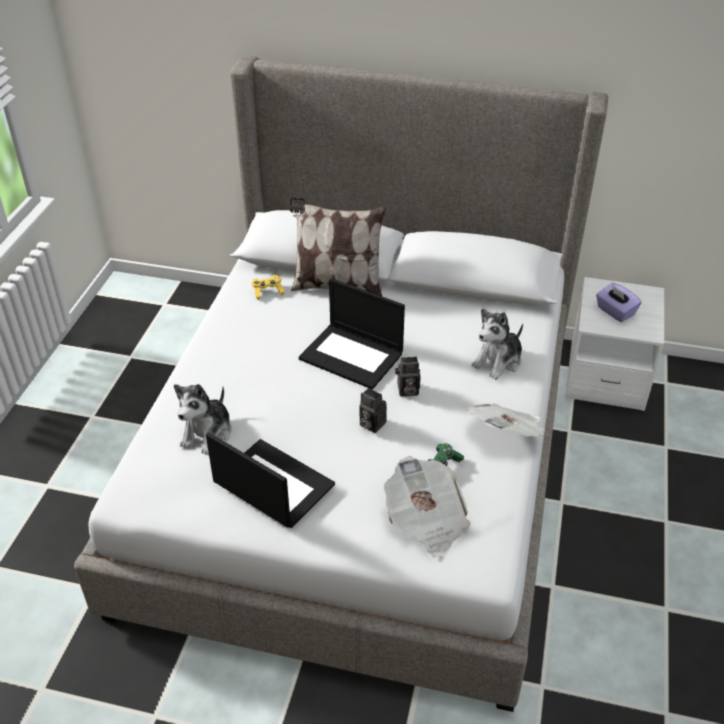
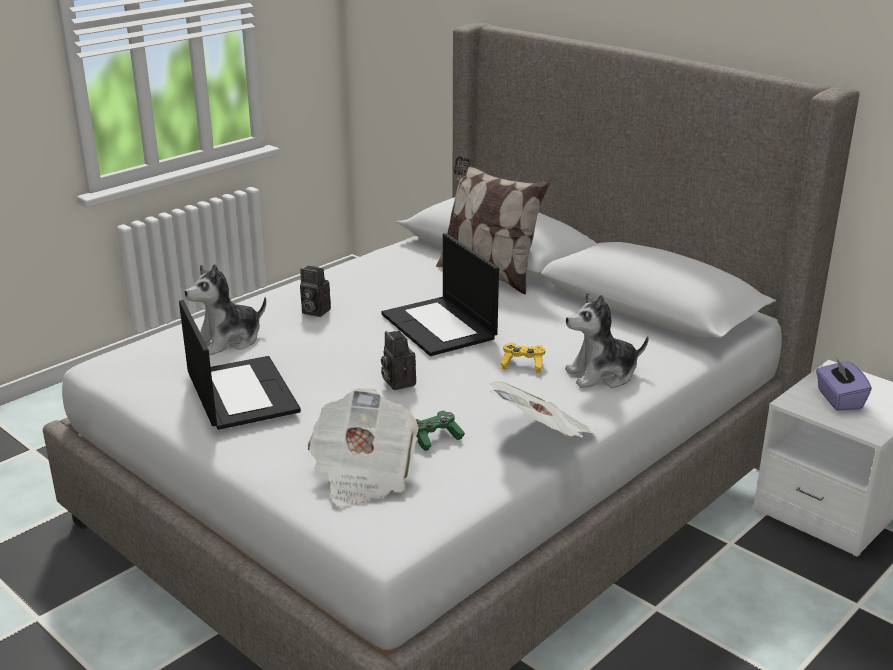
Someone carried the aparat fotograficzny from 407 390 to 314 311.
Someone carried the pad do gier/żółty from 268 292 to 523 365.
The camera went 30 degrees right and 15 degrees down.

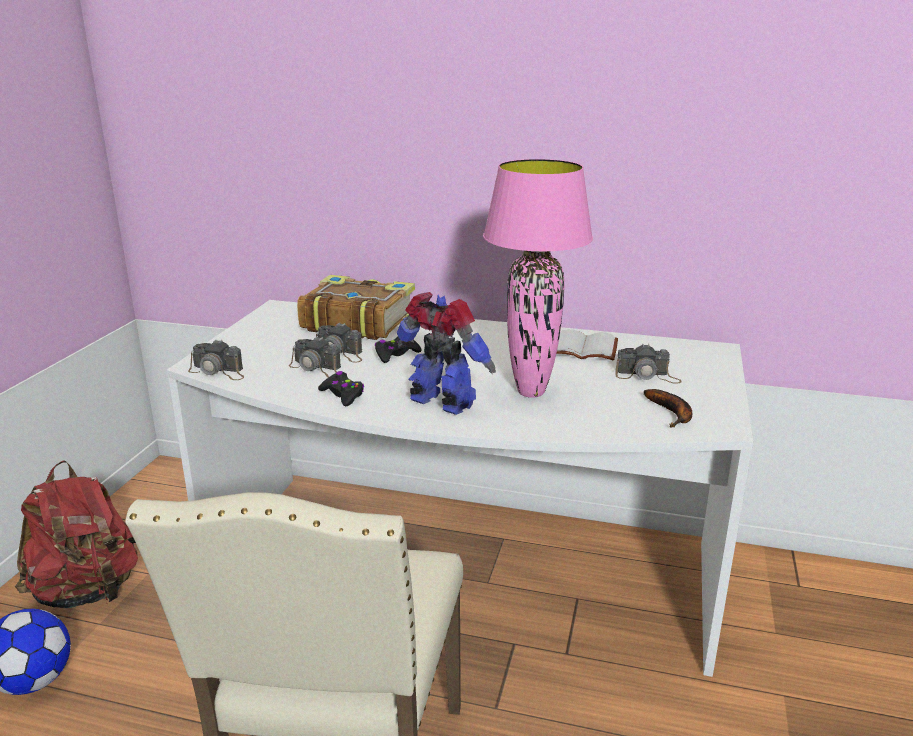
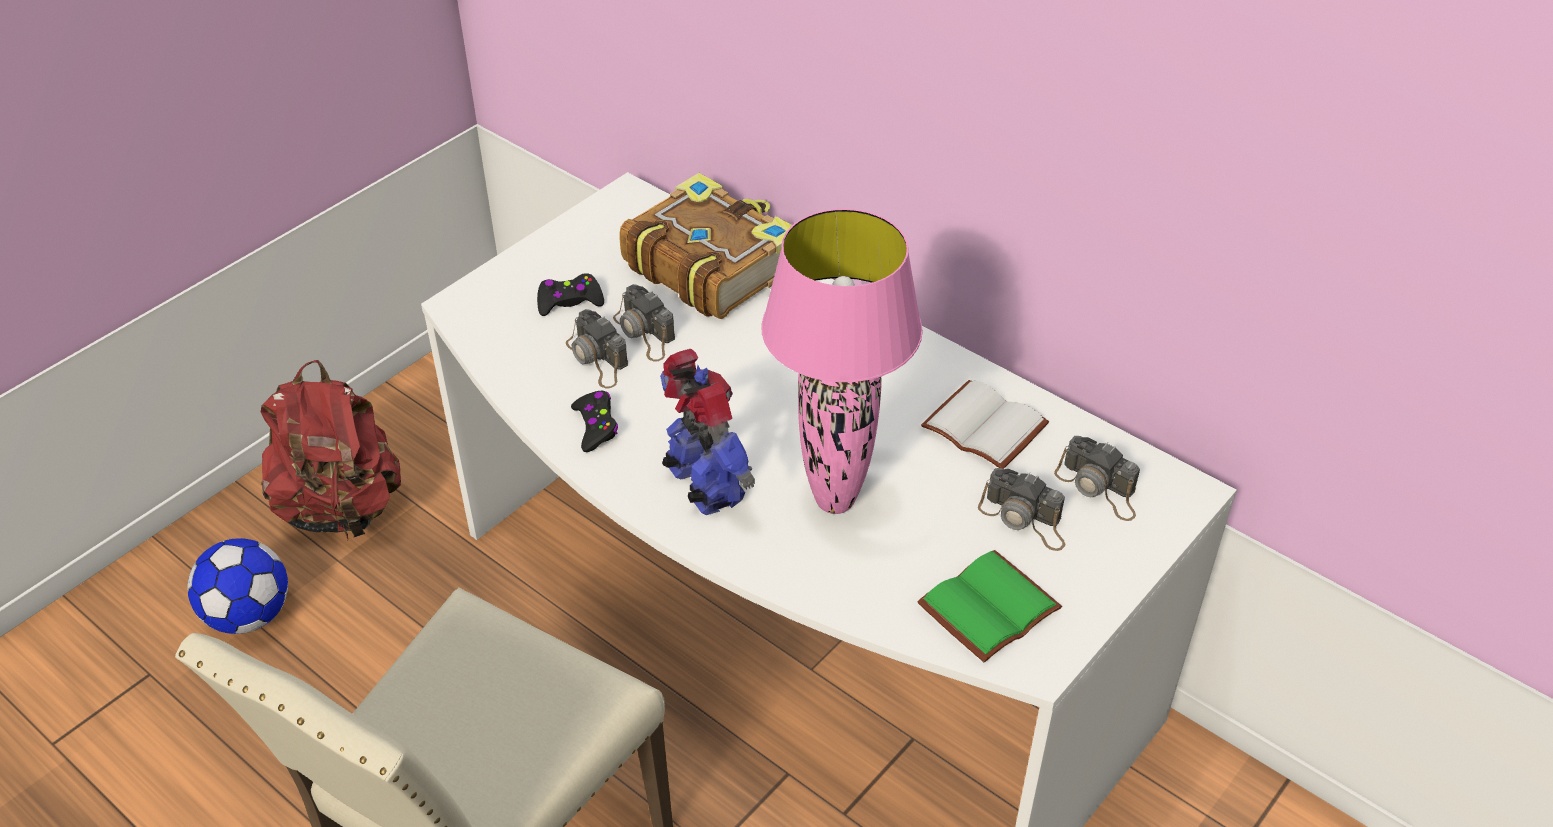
Someone carried the pad do gier/czarny from 396 354 to 569 301.
Someone swapped the banan at 672 413 for the książka/zielony at 990 610.
Someone carried the aparat fotograficzny from 218 371 to 1099 488.
The camera went 25 degrees right and 20 degrees up.

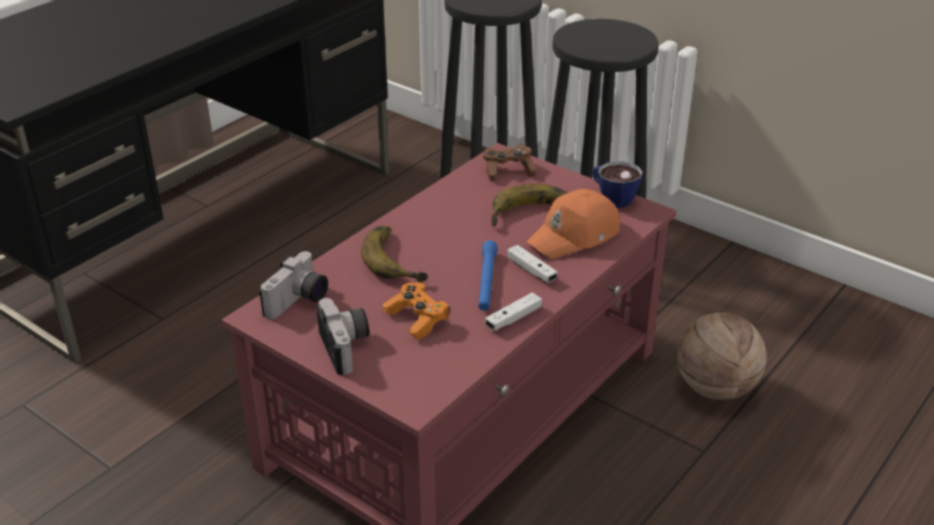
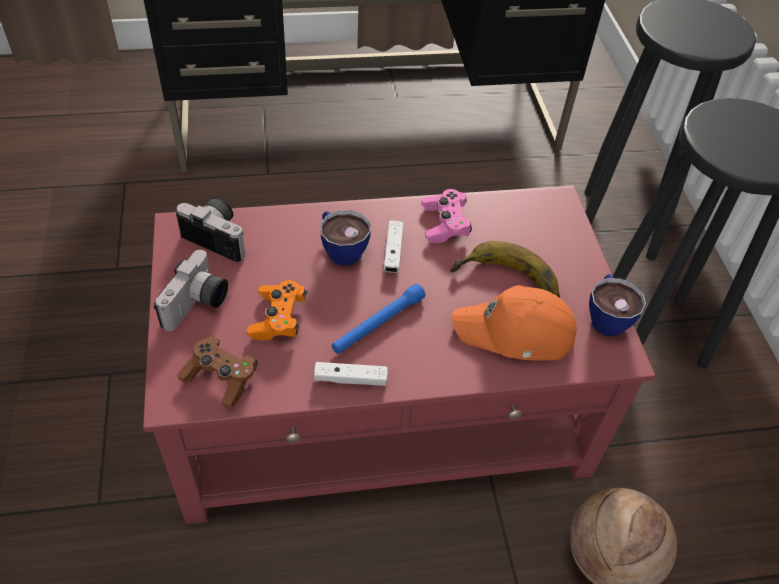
Someone rotated the aparat fotograficzny at 299 302 by 135 degrees counterclockwise.
Someone carried the pad do gier/brązowy from 508 171 to 220 378.
Someone swapped the banan at 399 258 for the filiżanka at 340 249.
Someone carried the pad do gier/biały from 531 270 to 393 252.
Someone put down the pad do gier/różowy at 444 224.
The camera went 40 degrees right and 15 degrees up.

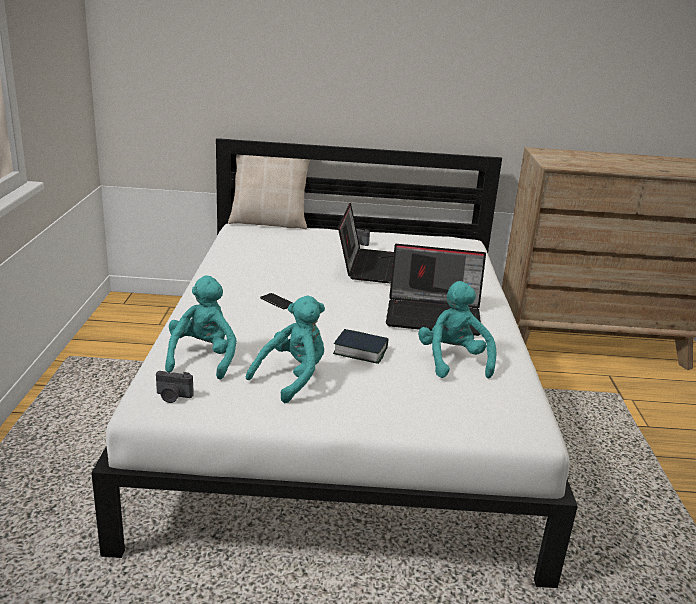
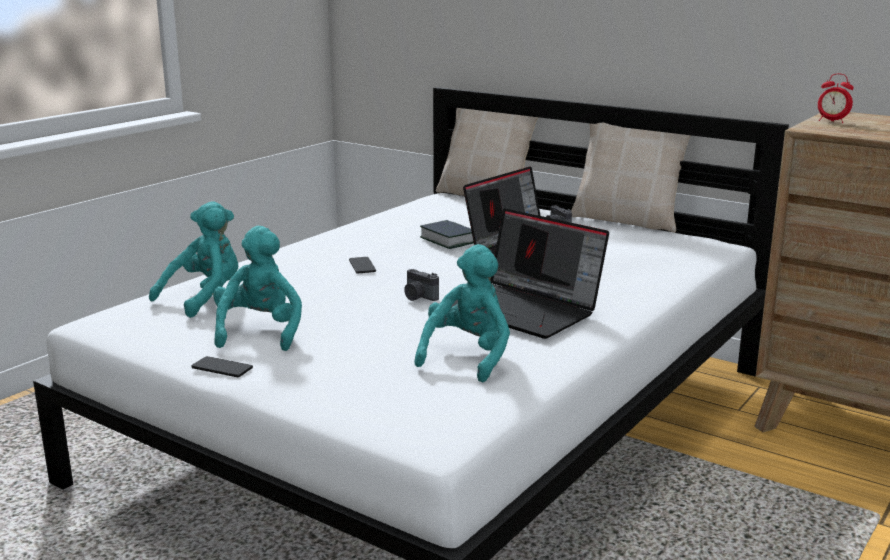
Someone put down the telefon at 222 368.
Someone rotated the pluszak/turkusowy at 292 378 by 75 degrees counterclockwise.
Someone carried the aparat fotograficzny from 173 397 to 418 297.
Someone carried the książka from 360 351 to 448 240.
Someone put down the poduszka/beżowy at 627 220.
Someone put down the budzik at 832 121.
The camera went 35 degrees right and 5 degrees down.

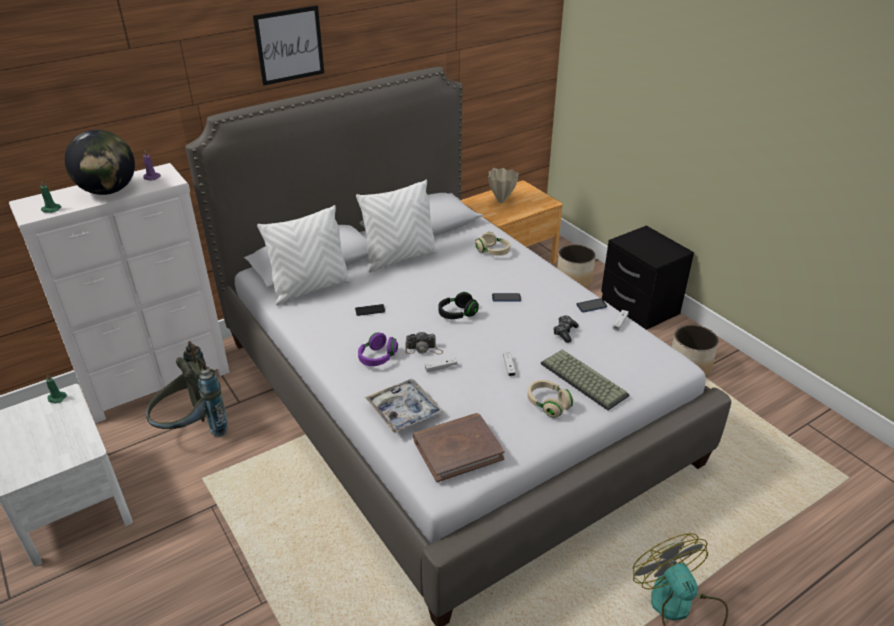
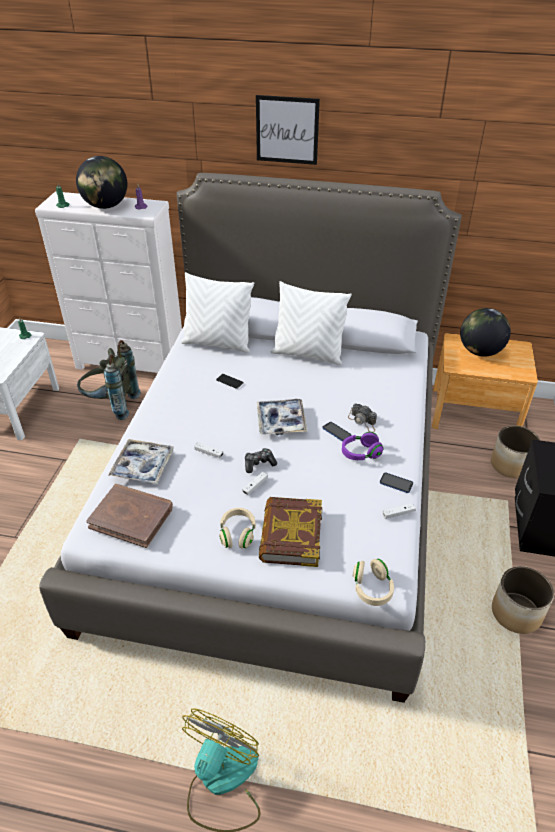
Someone carried the pad do gier from 565 332 to 259 464.
Someone swapped the słuchawki/czarny at 457 314 for the taca at 281 421.
Someone swapped the klawiatura at 581 380 for the książka at 291 535.
Someone carried the słuchawki/fioletowy from 377 358 to 360 453.
Someone carried the aparat fotograficzny from 424 349 to 363 422.
Someone carried the słuchawki/beżowy from 493 252 to 372 588.
Someone swapped the wazon/beżowy at 501 201 for the globus at 480 351.
The camera went 45 degrees right and 5 degrees up.

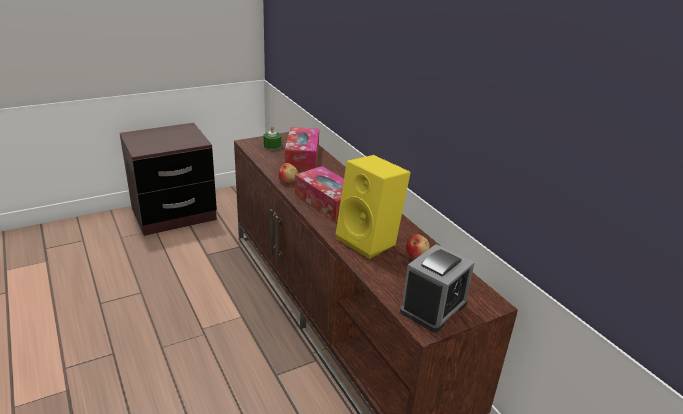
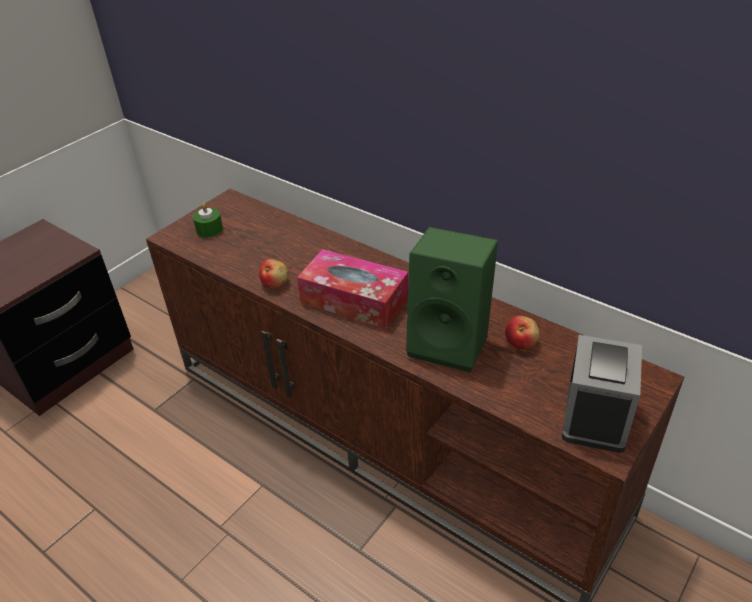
Someone repainted the głośnik/żółty at 370 241, which became the głośnik/zielony at 451 342.
Someone took away the pudełko chusteczek at 302 156.
The camera went 20 degrees left and 10 degrees up.

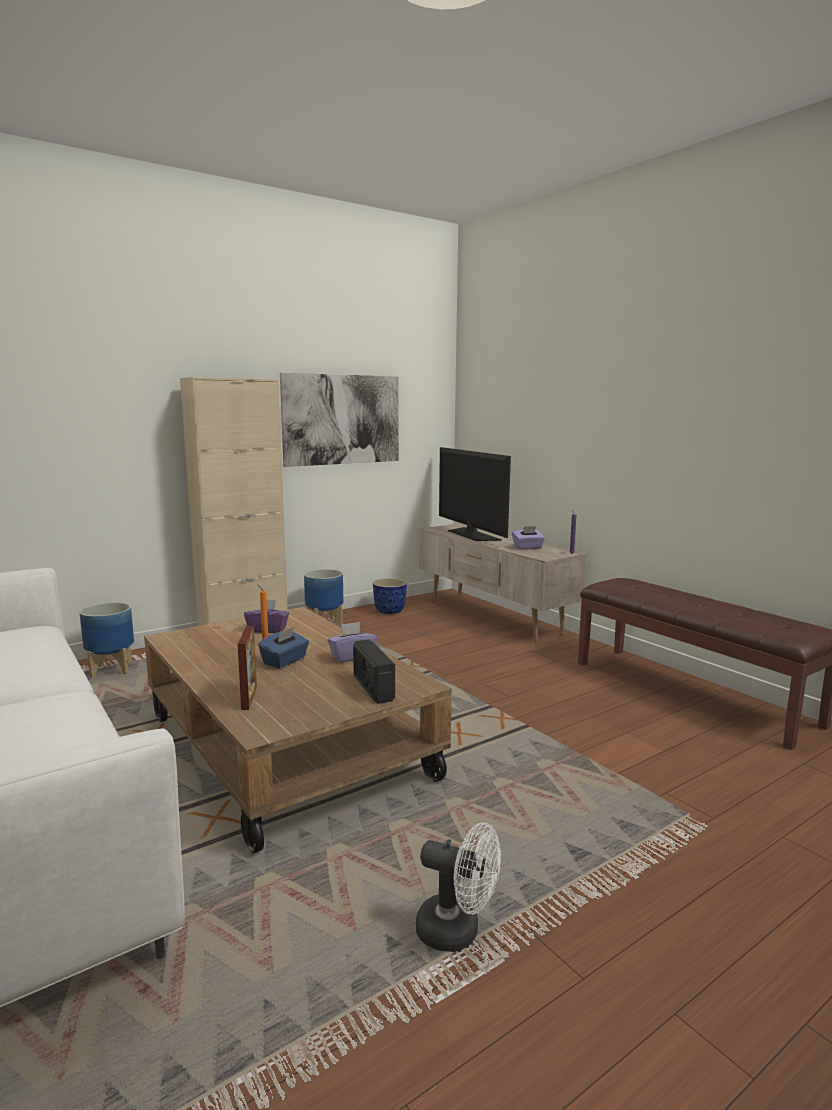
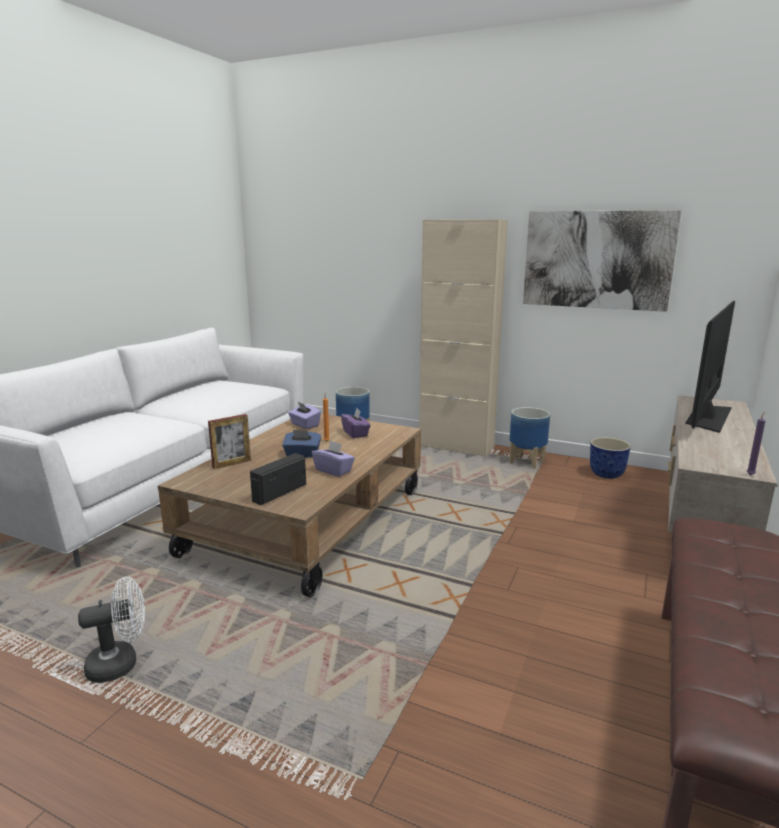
Someone rotated the wentylator/biały at 458 932 by 105 degrees counterclockwise.
Someone carried the pudełko chusteczek/fioletowy from 528 547 to 304 425.
The camera went 60 degrees right and 5 degrees up.

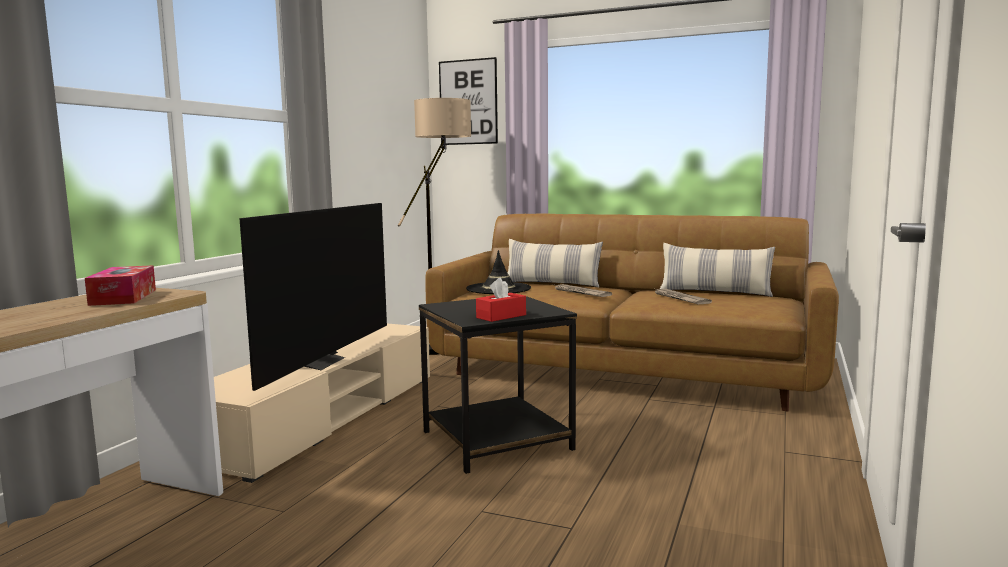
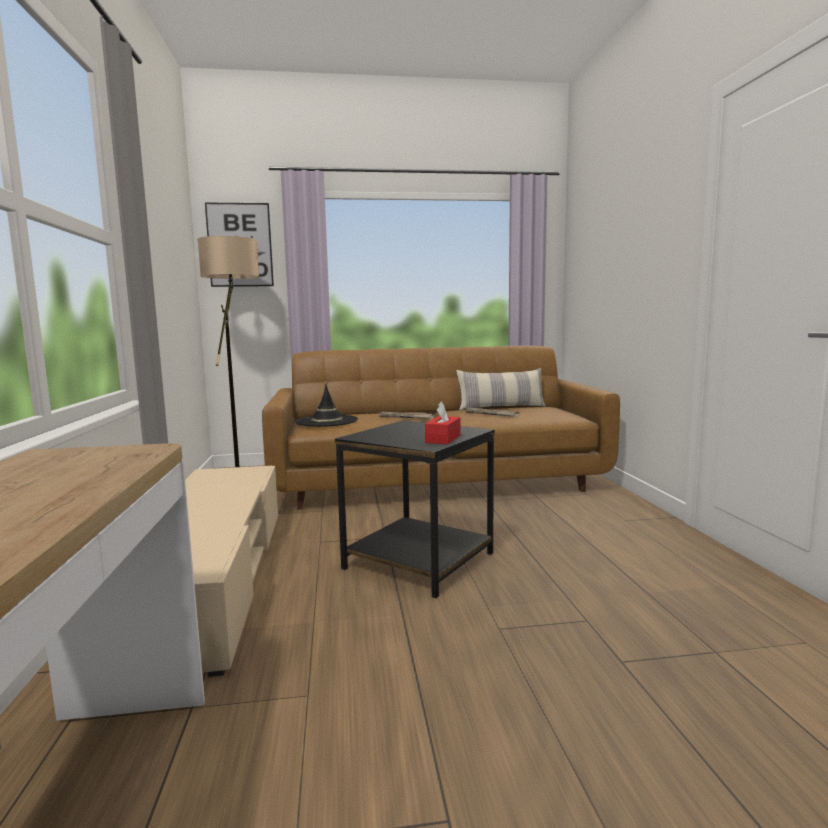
Someone took away the pudełko chusteczek at 123 297.
Someone took away the telewizor at 319 362.
Someone took away the poduszka at 552 284.
The camera went 30 degrees left and 0 degrees up.

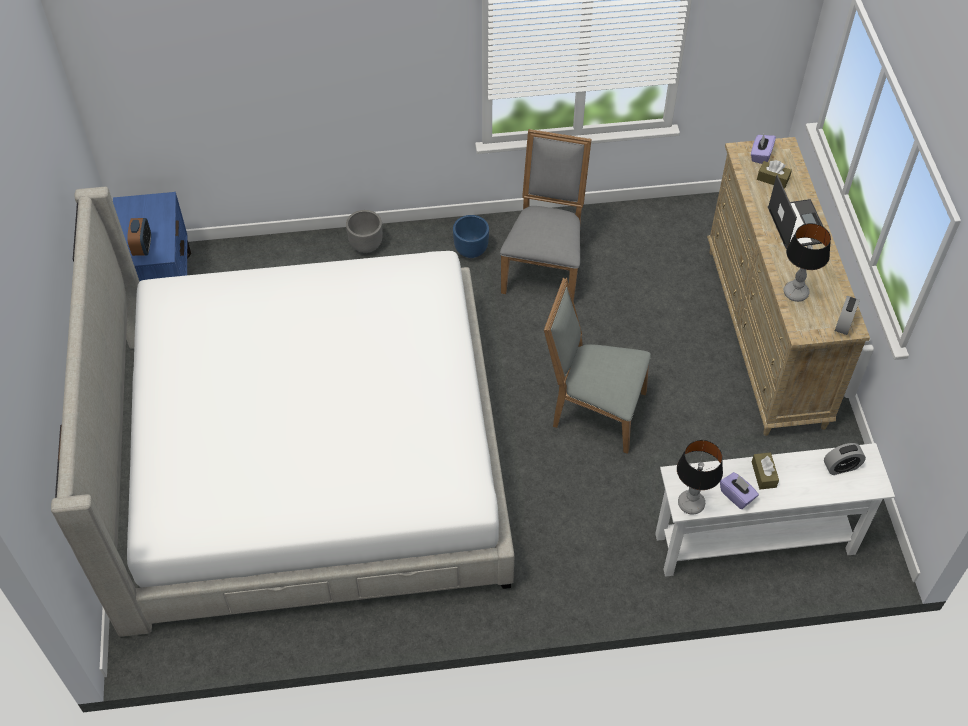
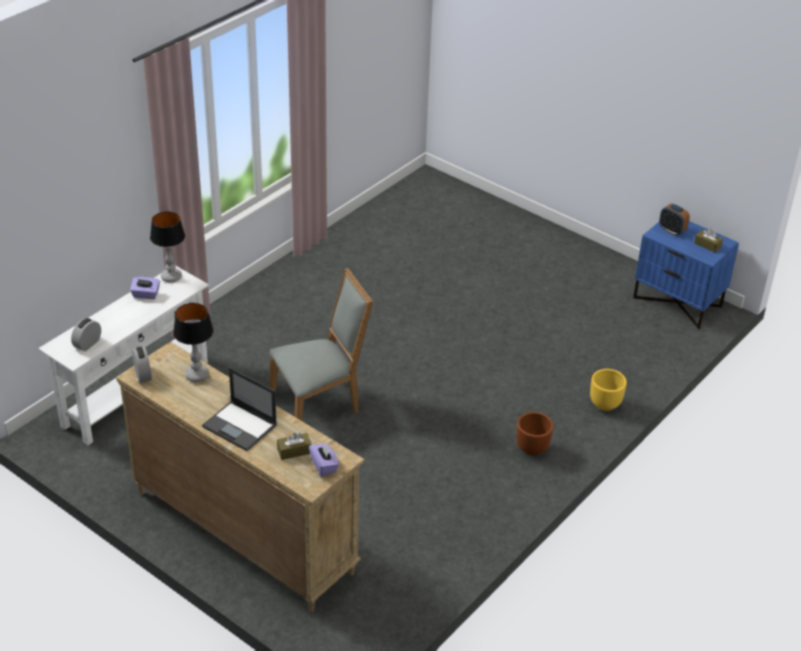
Someone repainted the donica/niebieski at 471 250, which became the donica/brązowy at 532 449.
Someone repainted the donica/szary at 366 245, which became the donica/żółty at 605 405.
Someone carried the pudełko chusteczek/brązowy from 763 474 to 707 245.
Someone took away the łóżko at 309 458.
Someone took away the krzesło/szary at 545 267.
The camera went 135 degrees right and 15 degrees down.

